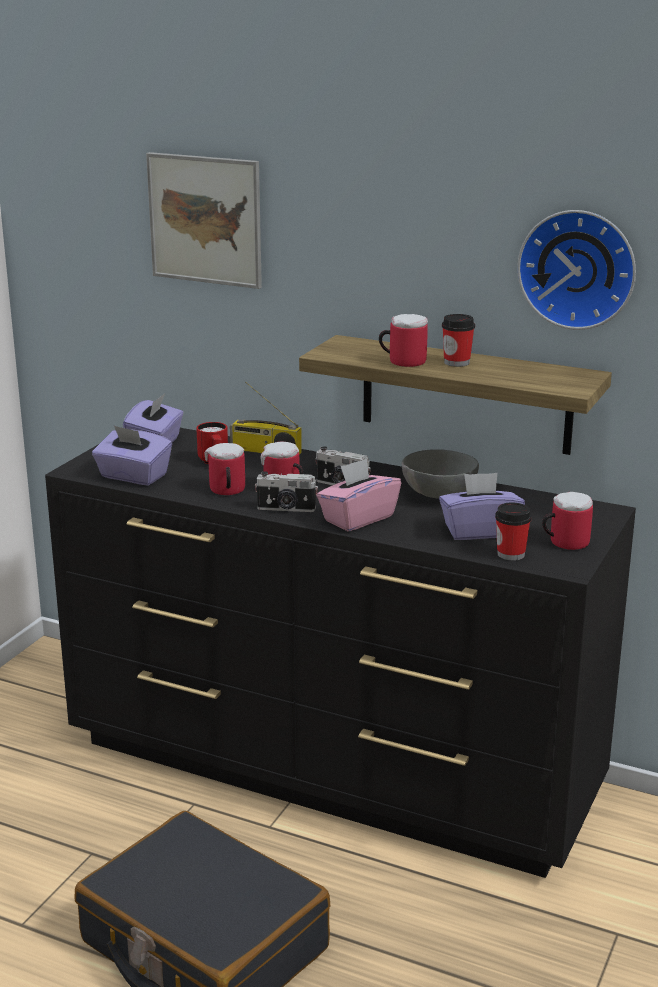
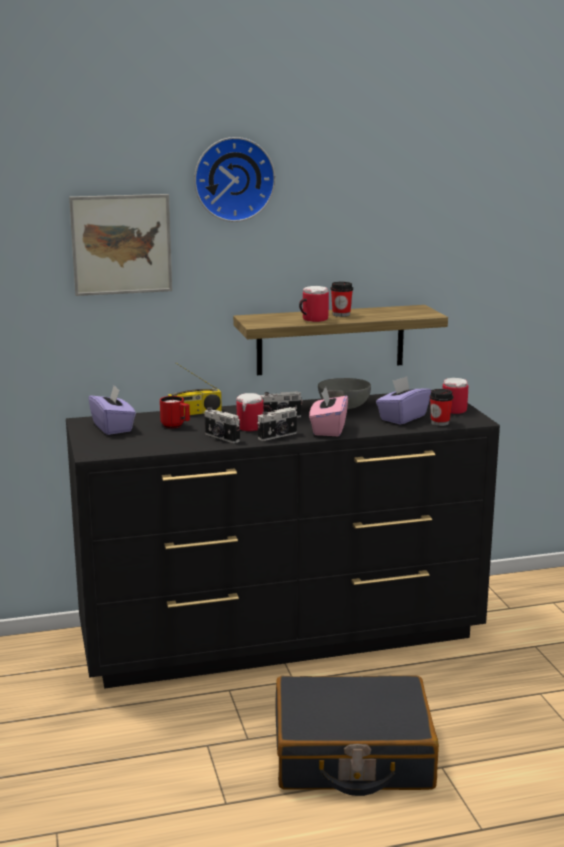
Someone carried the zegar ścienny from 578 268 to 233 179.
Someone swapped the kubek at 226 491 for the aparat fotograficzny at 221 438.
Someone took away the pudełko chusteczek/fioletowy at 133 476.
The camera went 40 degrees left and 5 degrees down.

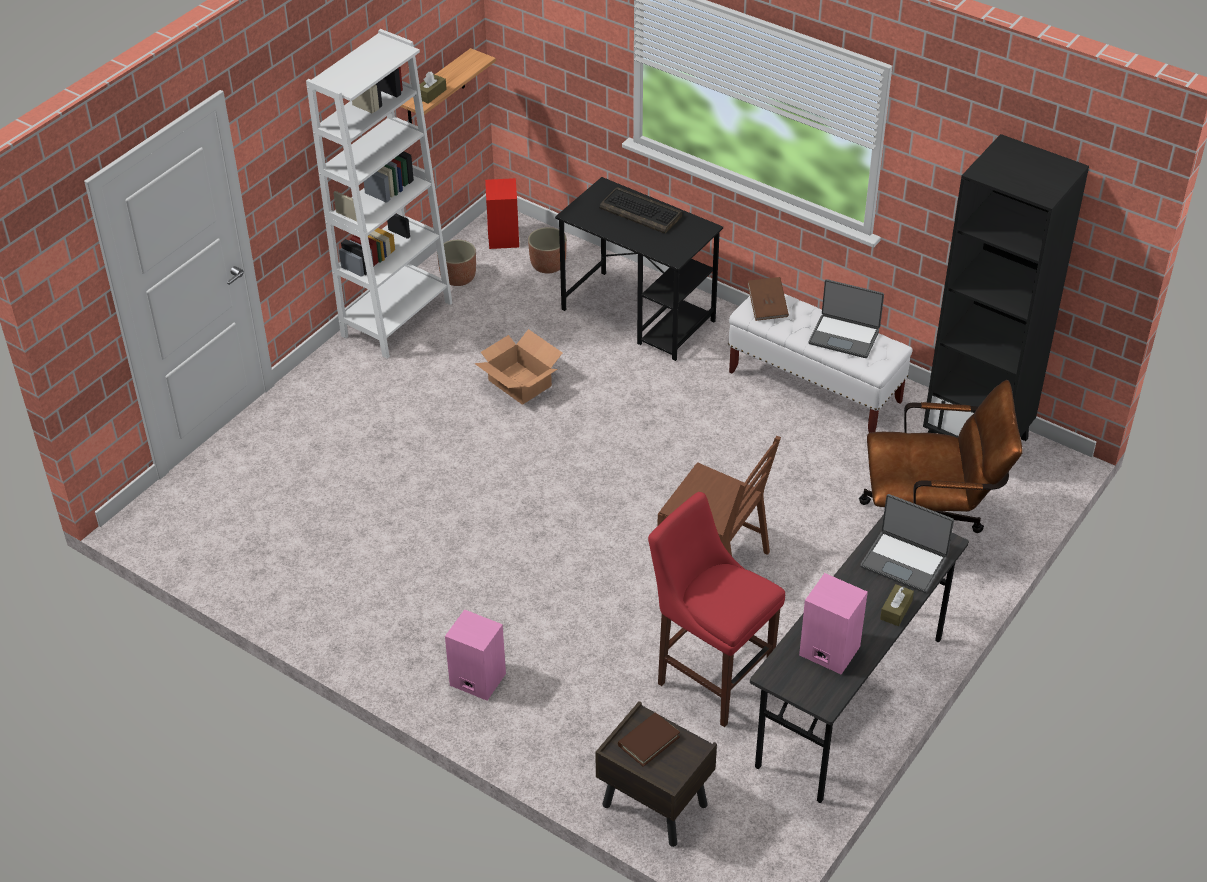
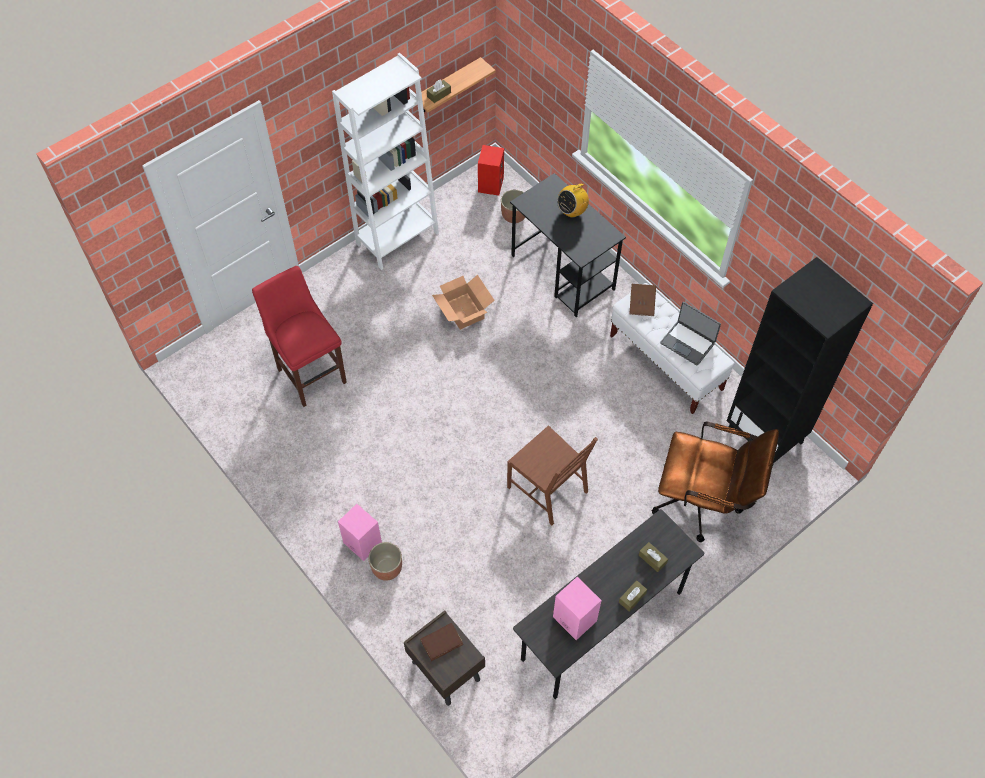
Someone carried the stołek/czerwony from 710 677 to 310 373.
Someone carried the donica from 458 277 to 387 568.
Someone swapped the klawiatura at 641 212 for the radio at 572 211.
Someone swapped the laptop at 904 562 for the pudełko chusteczek/brązowy at 652 559.
The camera went 15 degrees right and 15 degrees up.

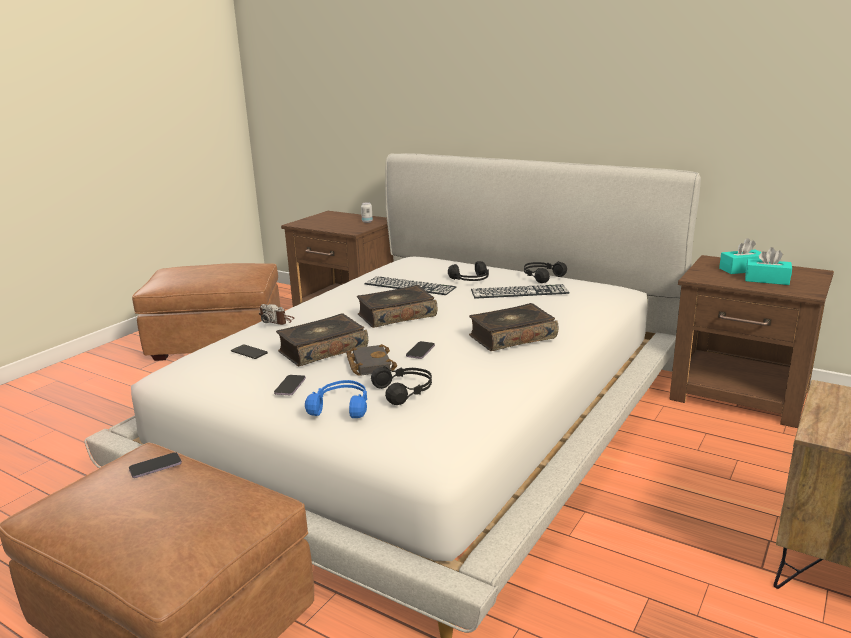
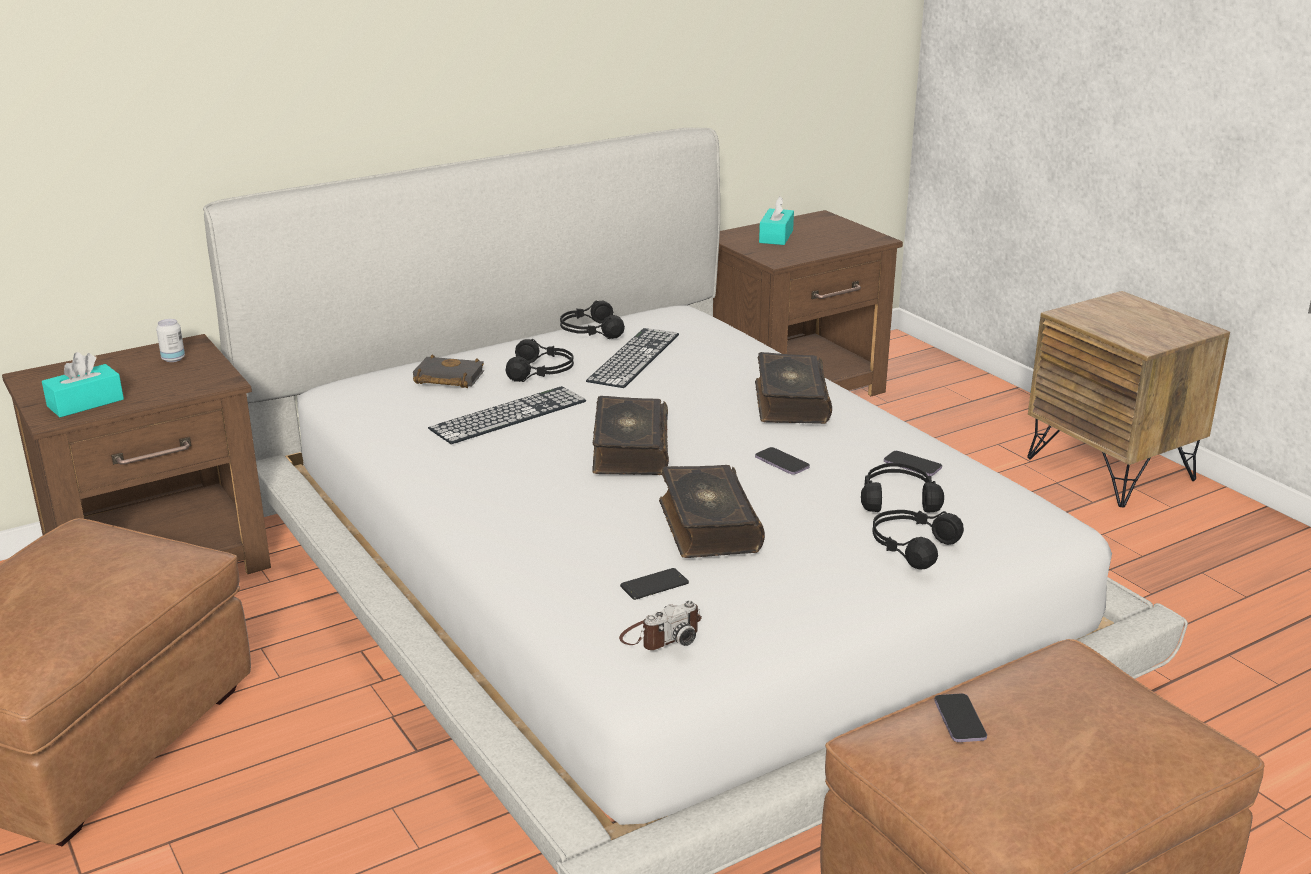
Someone carried the pudełko chusteczek/turkusowy from 766 280 to 85 403.
Someone carried the książka/czarny from 369 364 to 446 378.
Someone carried the aparat fotograficzny from 277 320 to 661 635.
Someone repainted the słuchawki/niebieski at 341 407, which became the słuchawki/czarny at 910 547.
Someone carried the telefon from 290 386 to 912 465.
The camera went 65 degrees left and 5 degrees up.

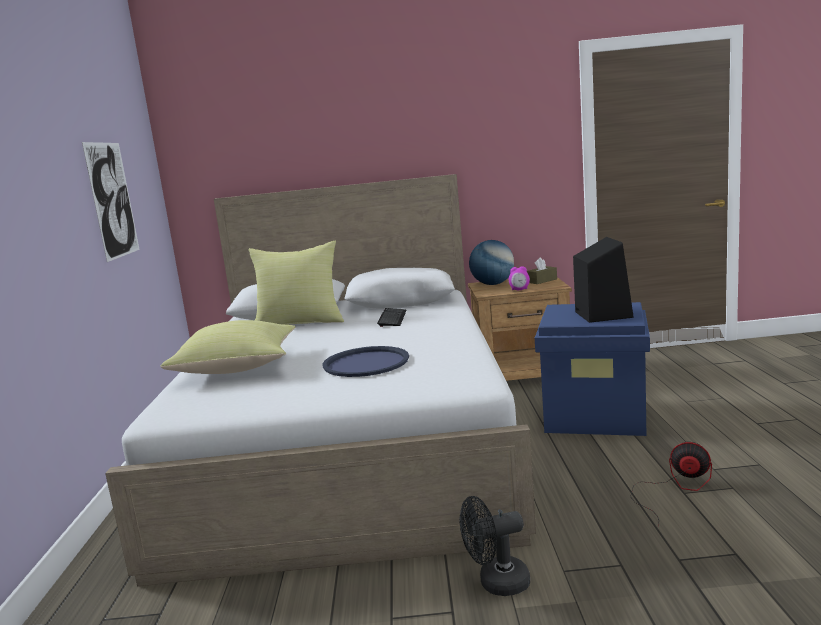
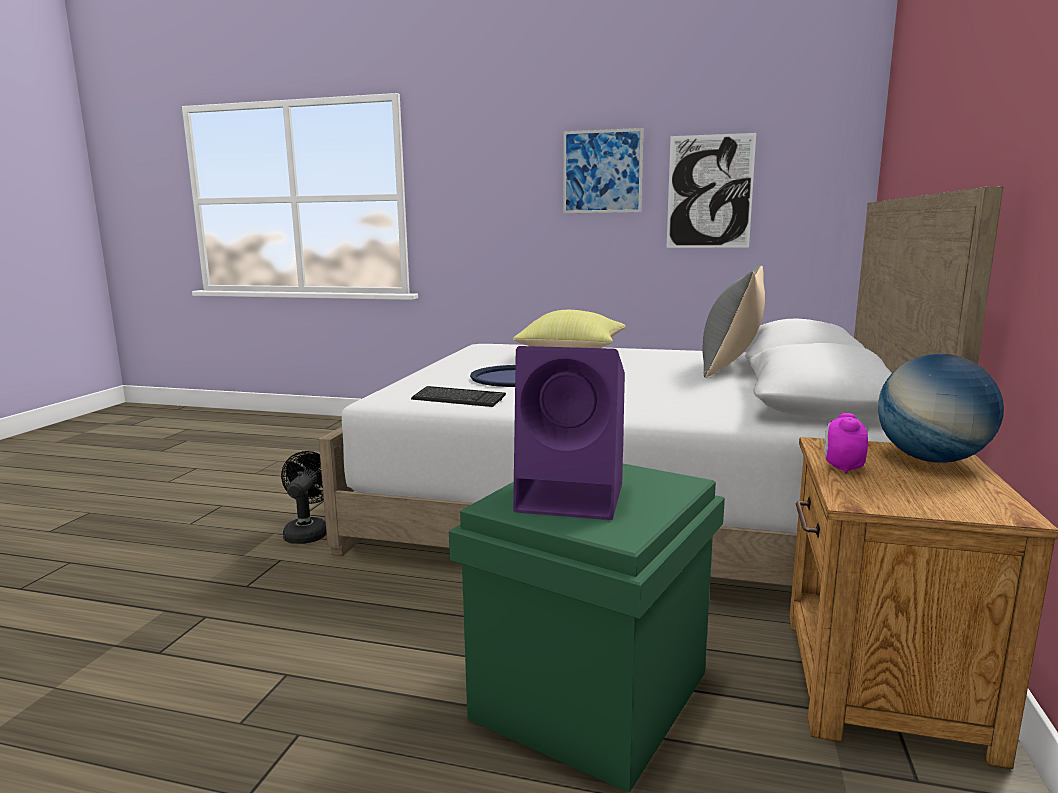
Someone carried the klawiatura from 392 318 to 458 399.
Someone repainted the pojemnik do przechowywania/niebieski at 596 416, which became the pojemnik do przechowywania/zielony at 591 697.
Someone repainted the głośnik/czarny at 602 314, which became the głośnik/fioletowy at 574 497.
Someone put up the obraz at 602 171.
Someone repainted the poduszka/żółty at 300 322, which became the poduszka/szary at 730 367.
Someone took away the pudełko chusteczek/brązowy at 542 281.
Someone took away the wentylator at 674 489.
The camera went 105 degrees right and 0 degrees up.

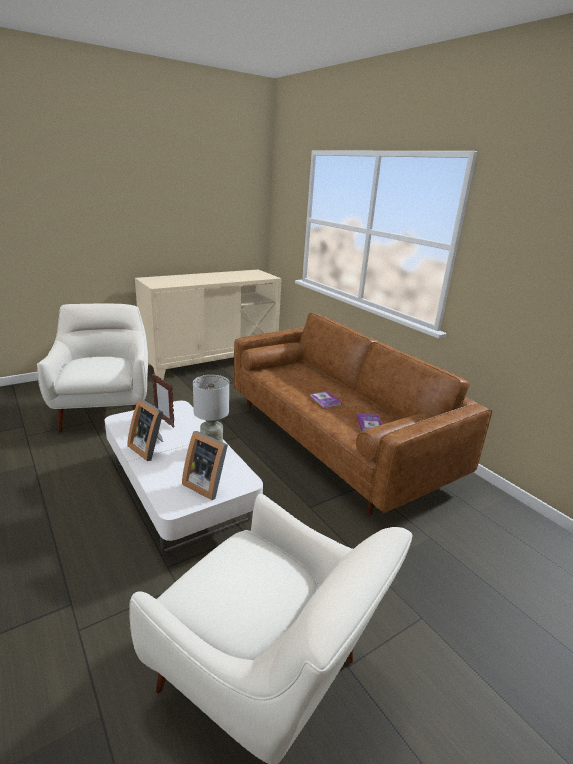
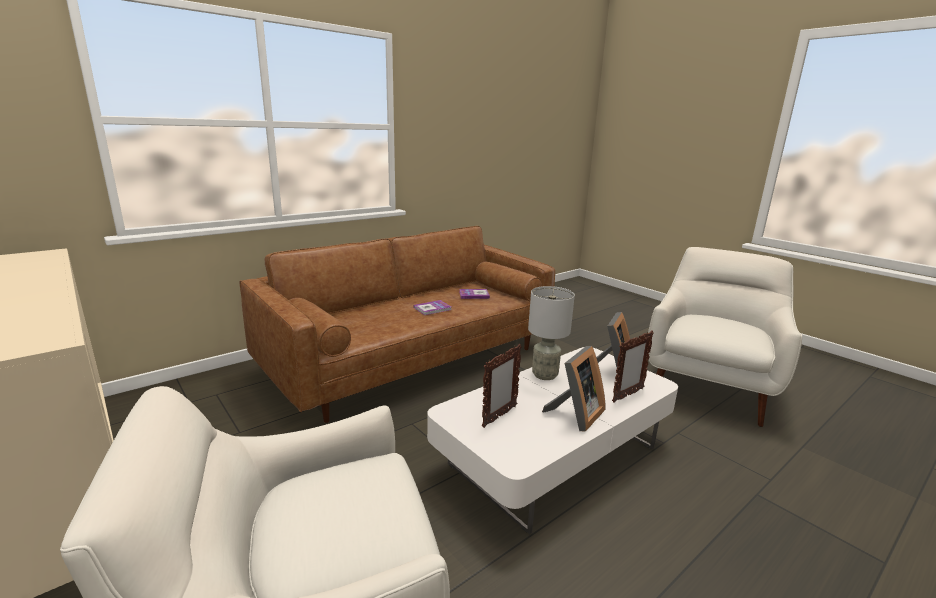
Someone put down the ramka na zdjęcie at 627 395.
The camera went 95 degrees left and 5 degrees down.

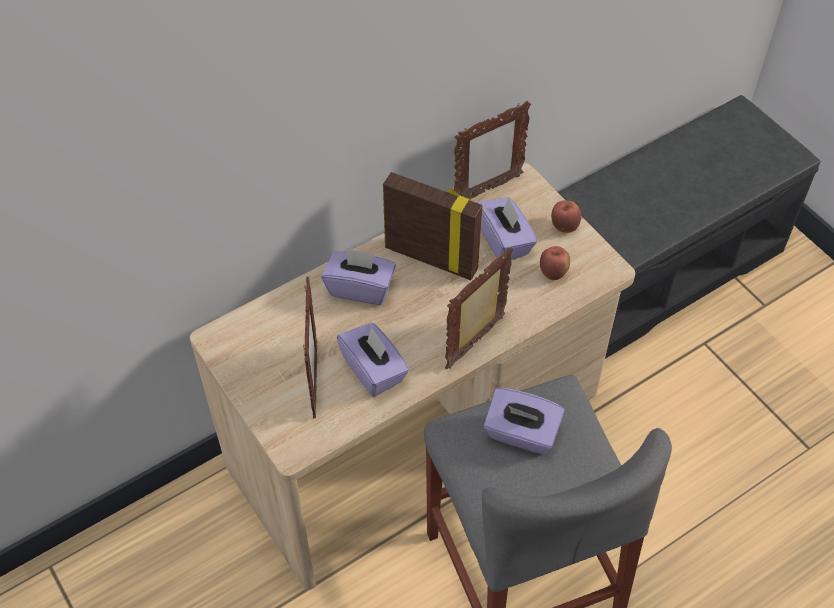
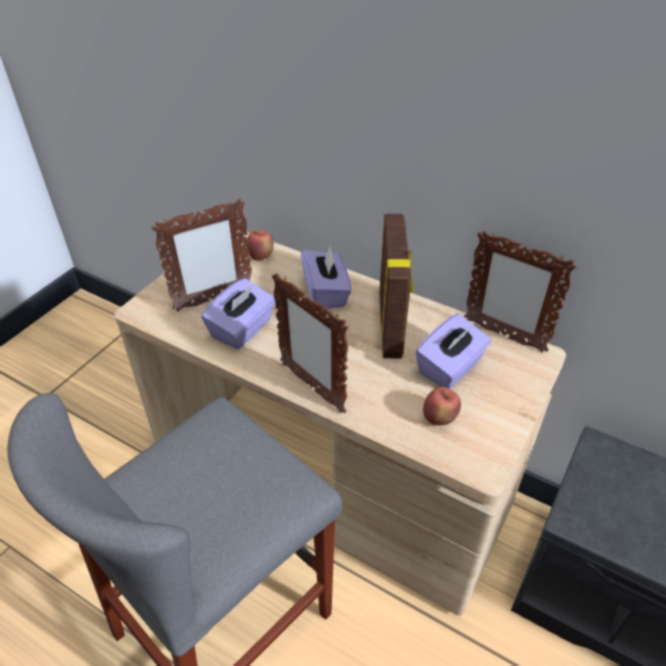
Someone carried the jabłko from 564 226 to 261 257.
Someone rotated the ramka na zdjęcie at 476 343 by 150 degrees counterclockwise.
Someone took away the pudełko chusteczek/fioletowy at 521 434.
The camera went 65 degrees right and 10 degrees down.

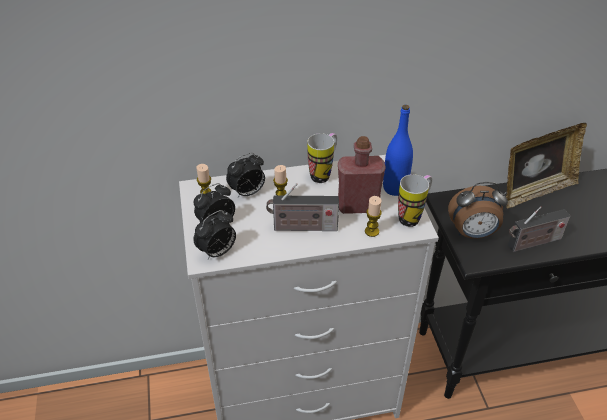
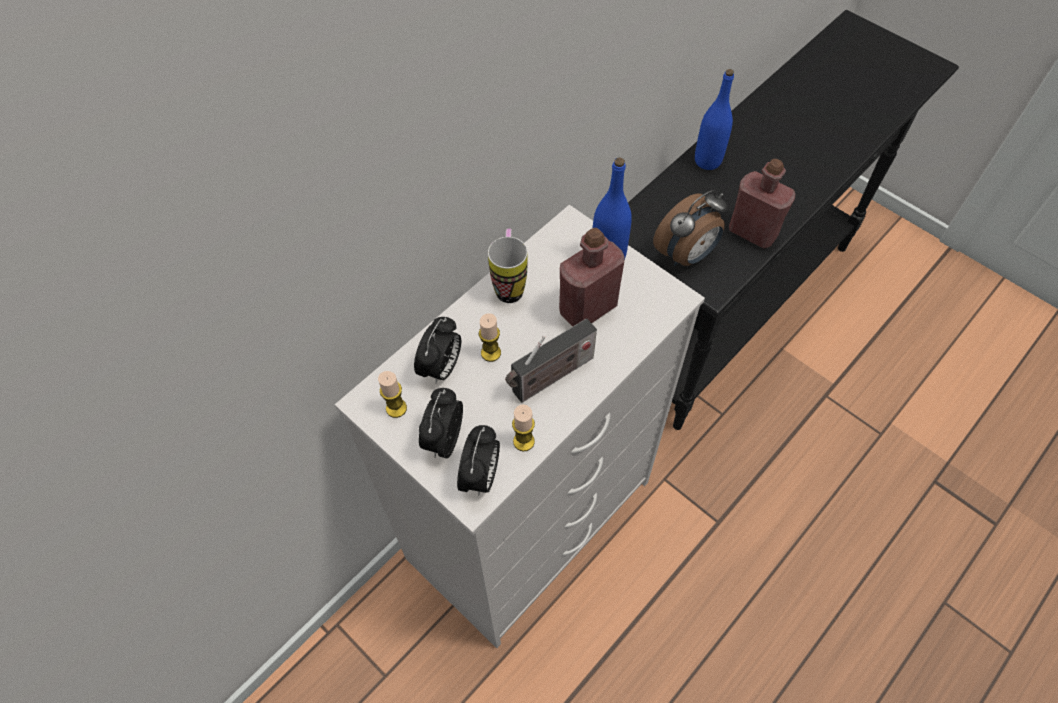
Someone carried the świeca from 371 231 to 523 441.
Someone swapped the ramka na zdjęcie at 535 191 for the butelka/niebieski at 707 161.
Someone swapped the radio at 532 243 for the butelka/czerwony at 752 232.
Someone took away the kubek at 413 216.
The camera went 35 degrees left and 15 degrees up.

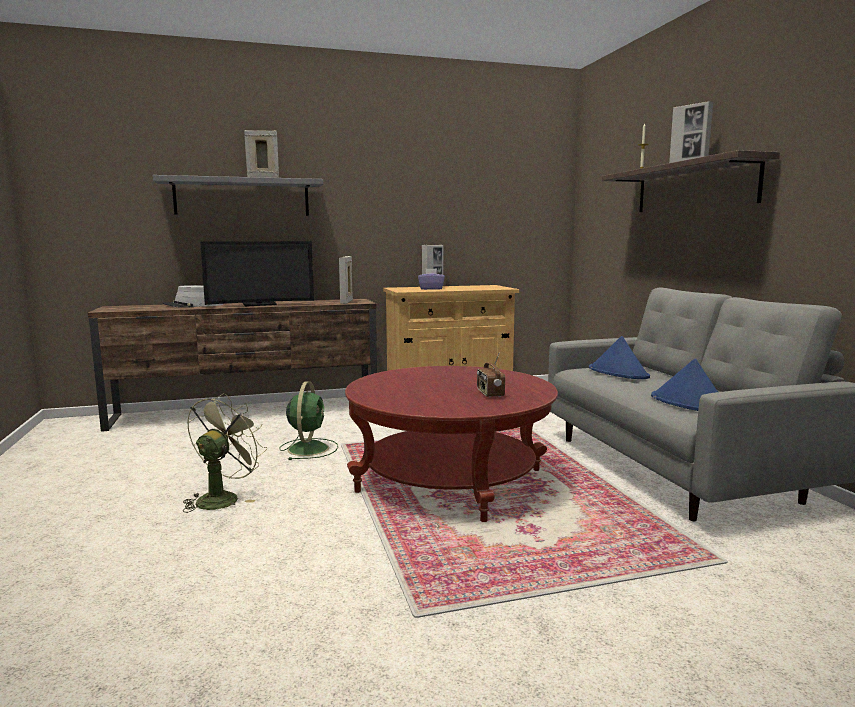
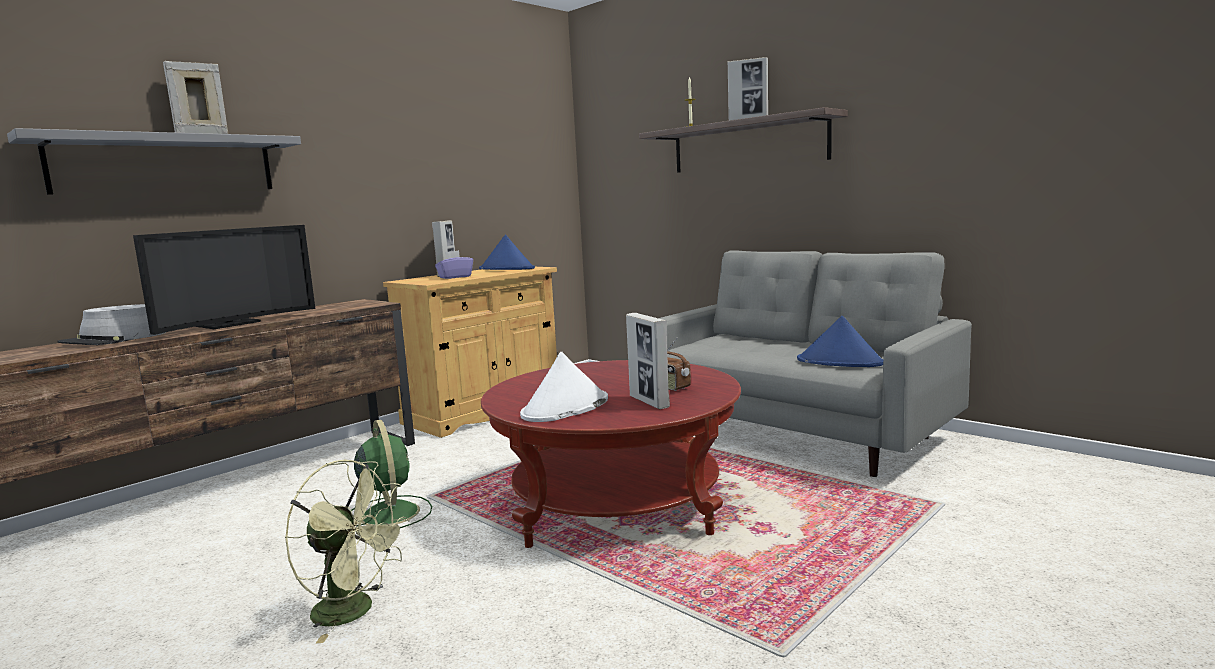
Someone rotated the wentylator/zielony at 222 498 by 120 degrees clockwise.
Someone carried the kapelusz/niebieski from 618 373 to 507 269.
Someone put down the kapelusz/biały at 565 408.
Someone carried the ramka na zdjęcie from 346 302 to 649 402.
The camera went 30 degrees left and 0 degrees up.

